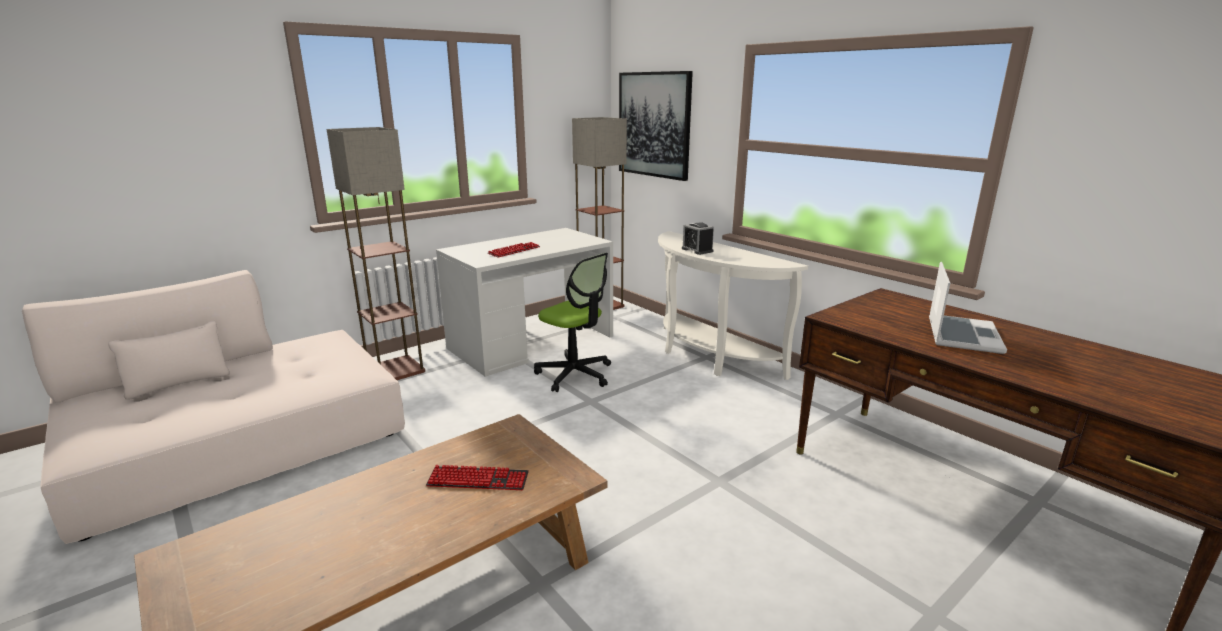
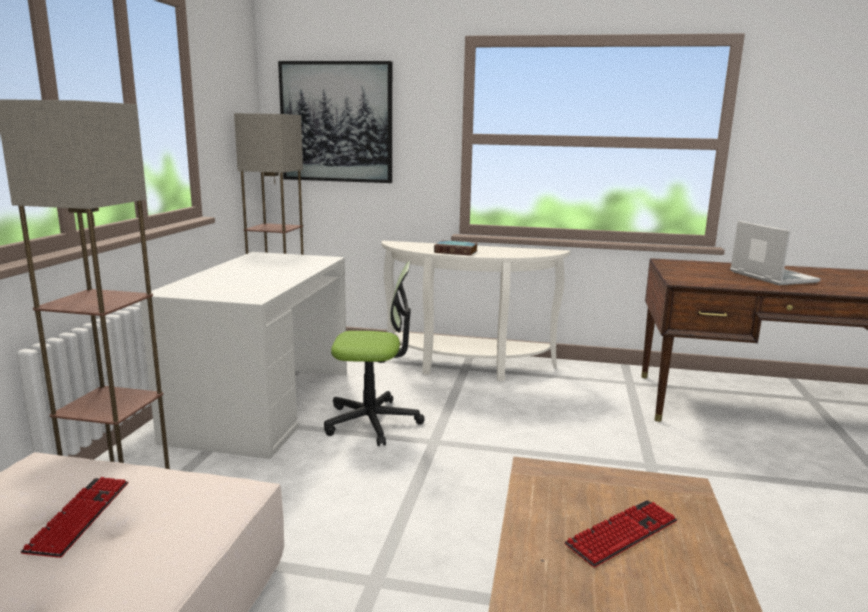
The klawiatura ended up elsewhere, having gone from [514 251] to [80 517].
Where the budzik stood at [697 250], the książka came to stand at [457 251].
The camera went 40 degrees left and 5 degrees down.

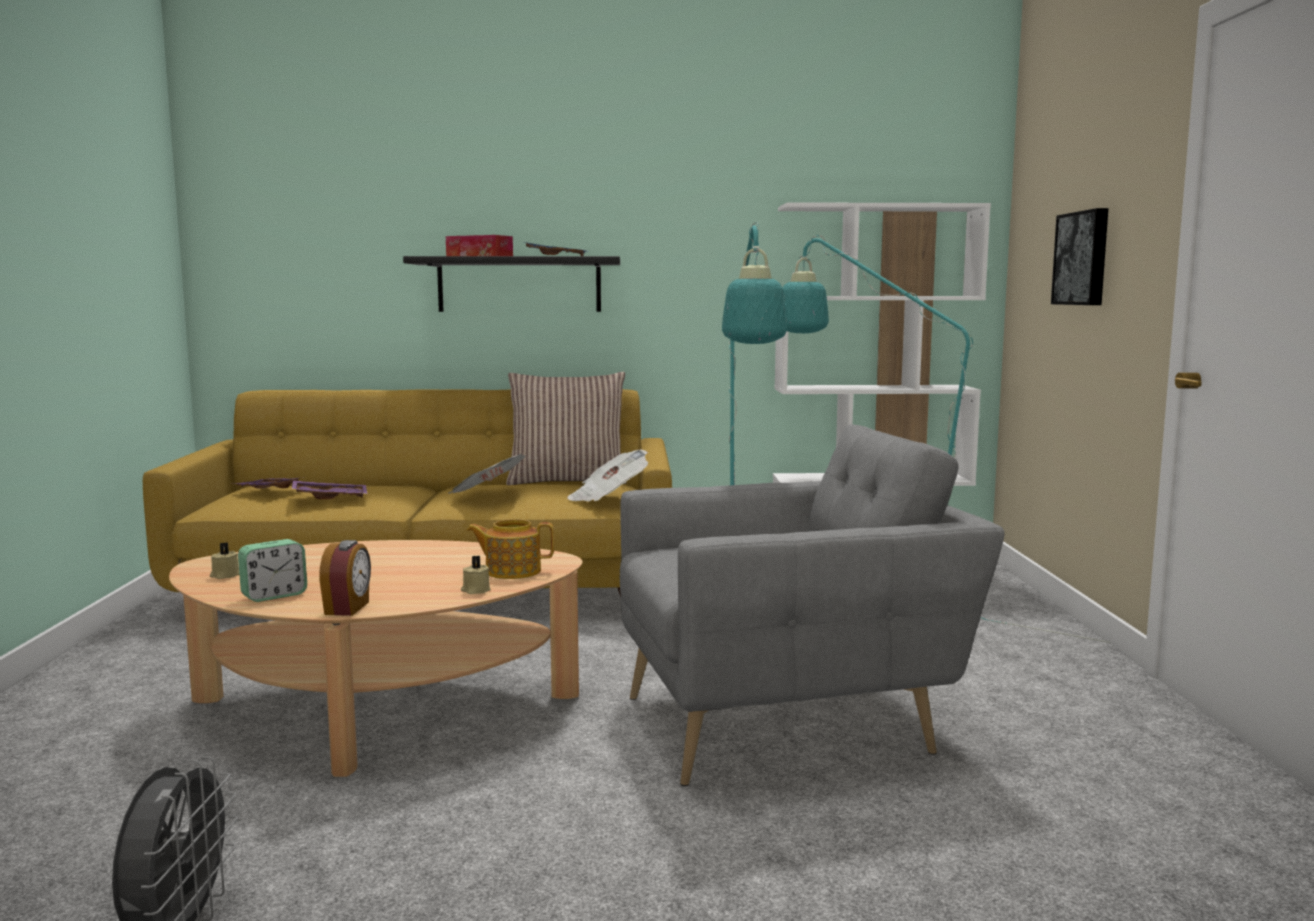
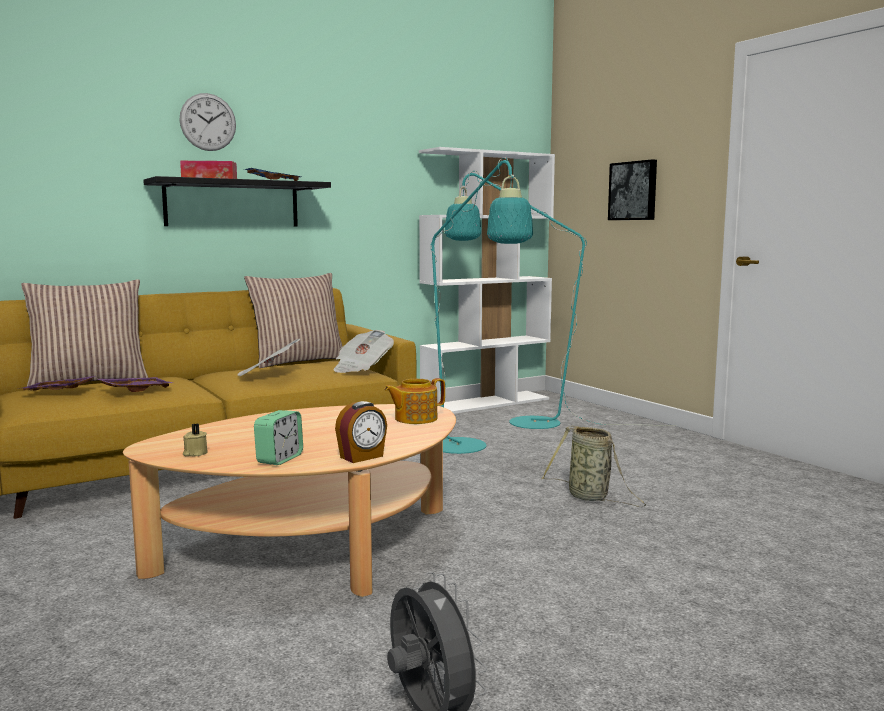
The second view gained the poduszka at [89 381].
The second view gained the zegar ścienny at [208 122].
The budzik at [348 608] ended up facing another way, 75 degrees clockwise from before.
Where the fotel [szary] stood at [789 722], the koszyk came to stand at [591 497].
The second view lost the świeca [beżowy] at [475 590].
The camera went 30 degrees left and 0 degrees up.

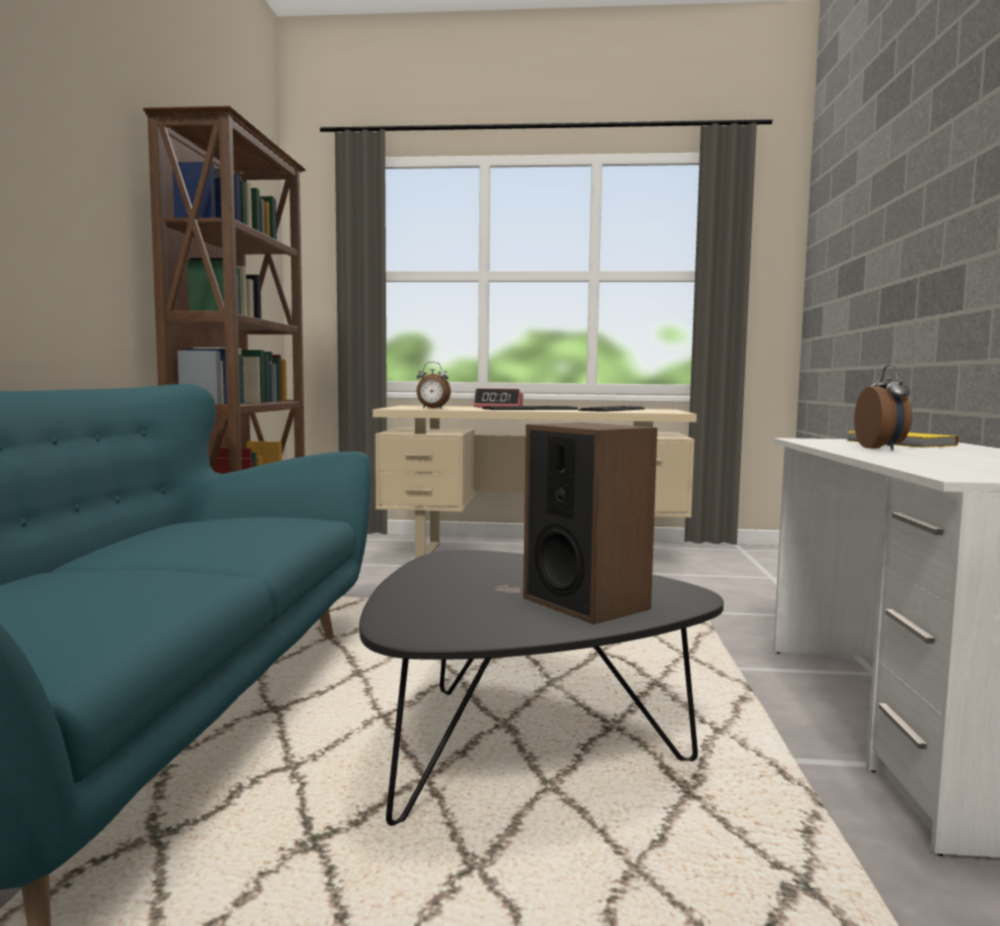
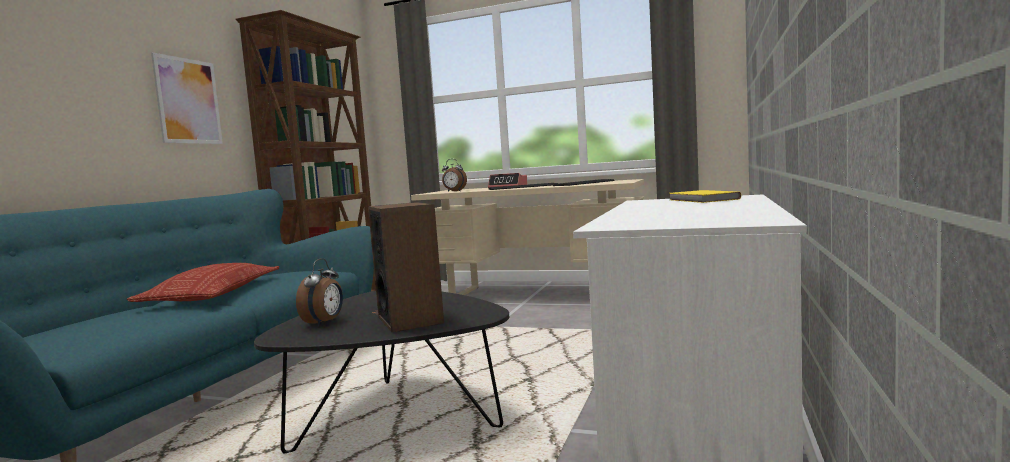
The second view gained the poduszka at [213 294].
The second view gained the obraz at [188 101].
The budzik ended up elsewhere, having gone from [882 448] to [324 323].
The camera went 15 degrees right and 0 degrees up.

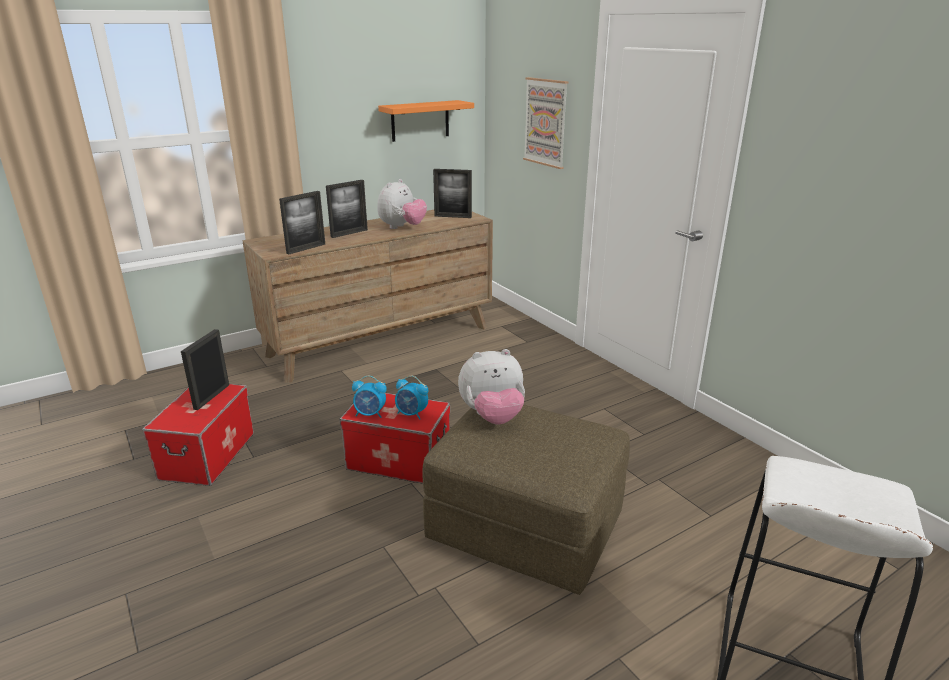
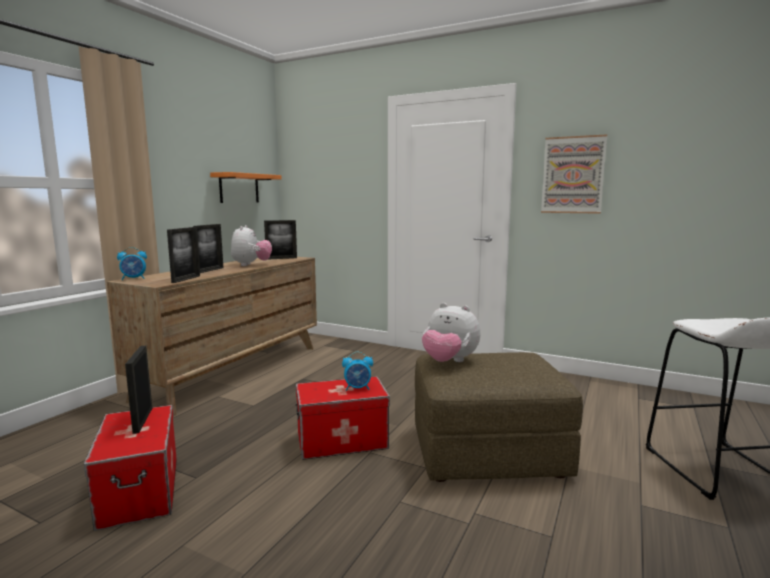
The budzik ended up elsewhere, having gone from [370 414] to [134 278].
The pluszak at [492 417] ended up facing another way, 75 degrees clockwise from before.
The obraz ended up elsewhere, having gone from [546 122] to [573 175].
The camera went 30 degrees left and 15 degrees down.

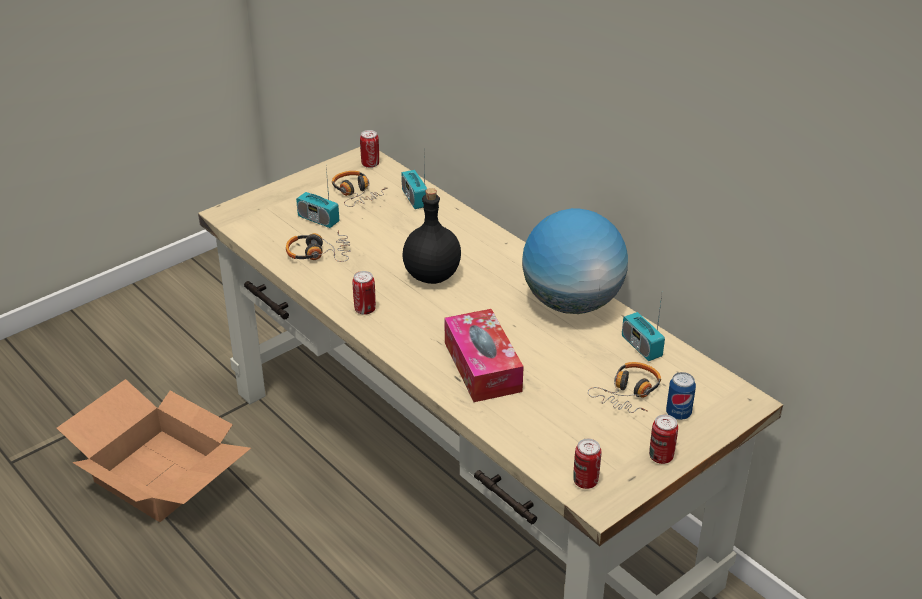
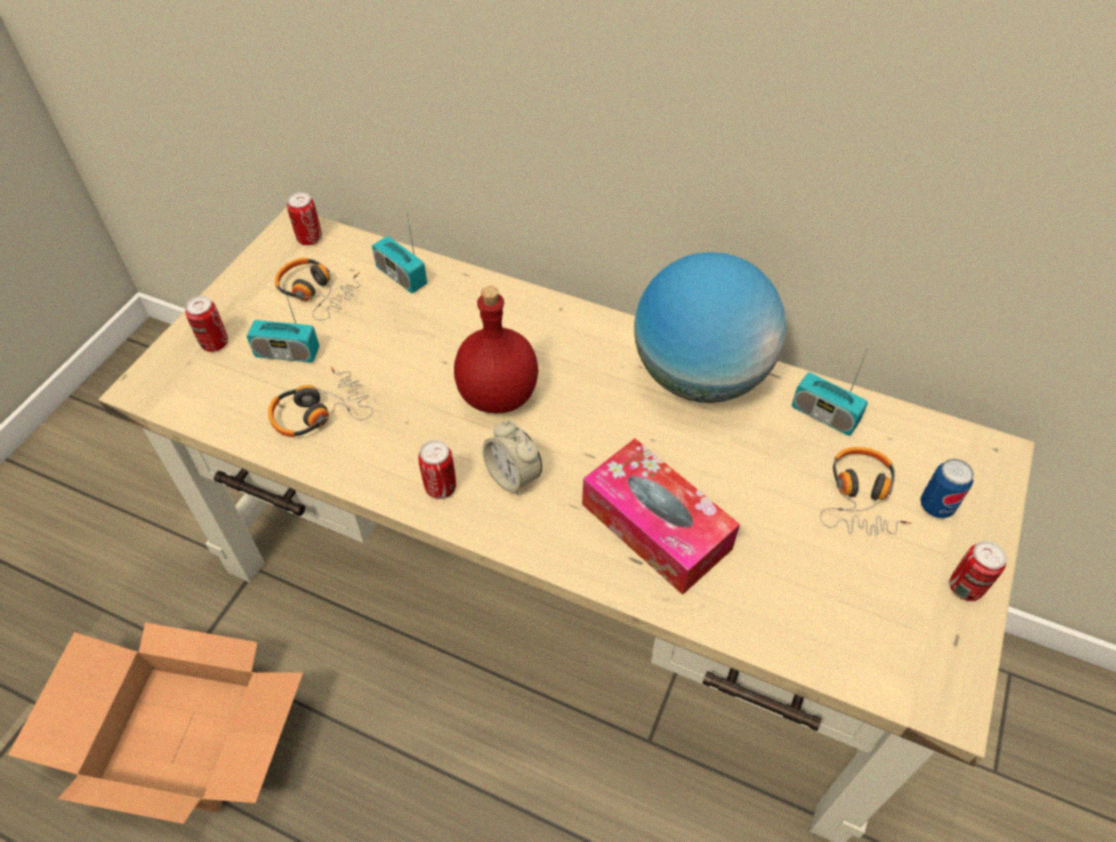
The puszka ended up elsewhere, having gone from [585 481] to [215 343].
What was the butelka [czarny] at [433 275] turned into the butelka [czerwony] at [498 394].
The second view gained the budzik at [513 476].
The camera went 25 degrees left and 15 degrees up.

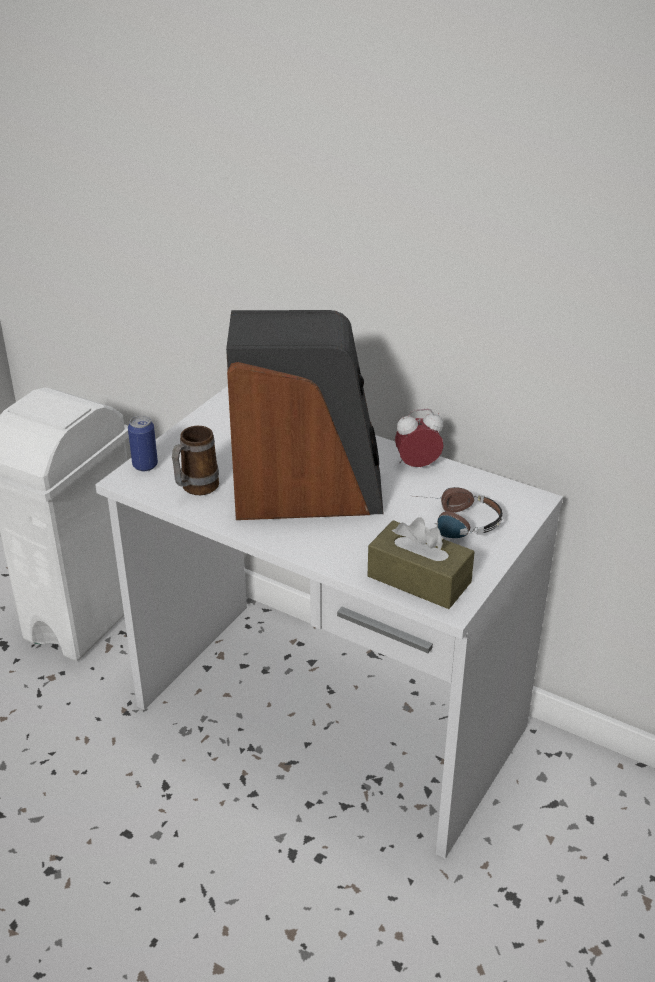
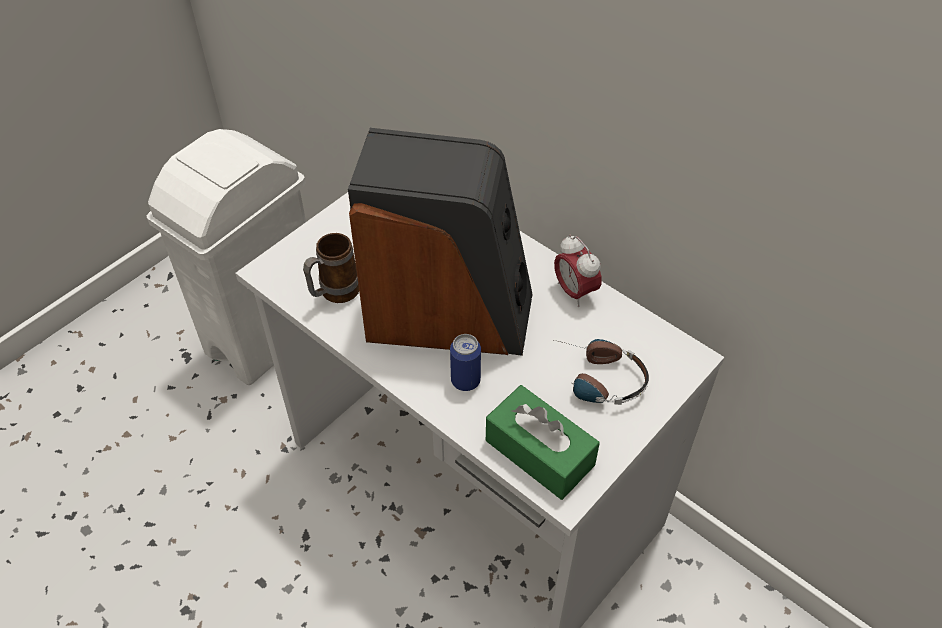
The puszka ended up elsewhere, having gone from [145 465] to [465 381].
What was the pudełko chusteczek [brązowy] at [419 579] turned into the pudełko chusteczek [zielony] at [539 452].
The budzik at [417 465] ended up facing another way, 120 degrees counterclockwise from before.
The camera went 10 degrees right and 15 degrees up.

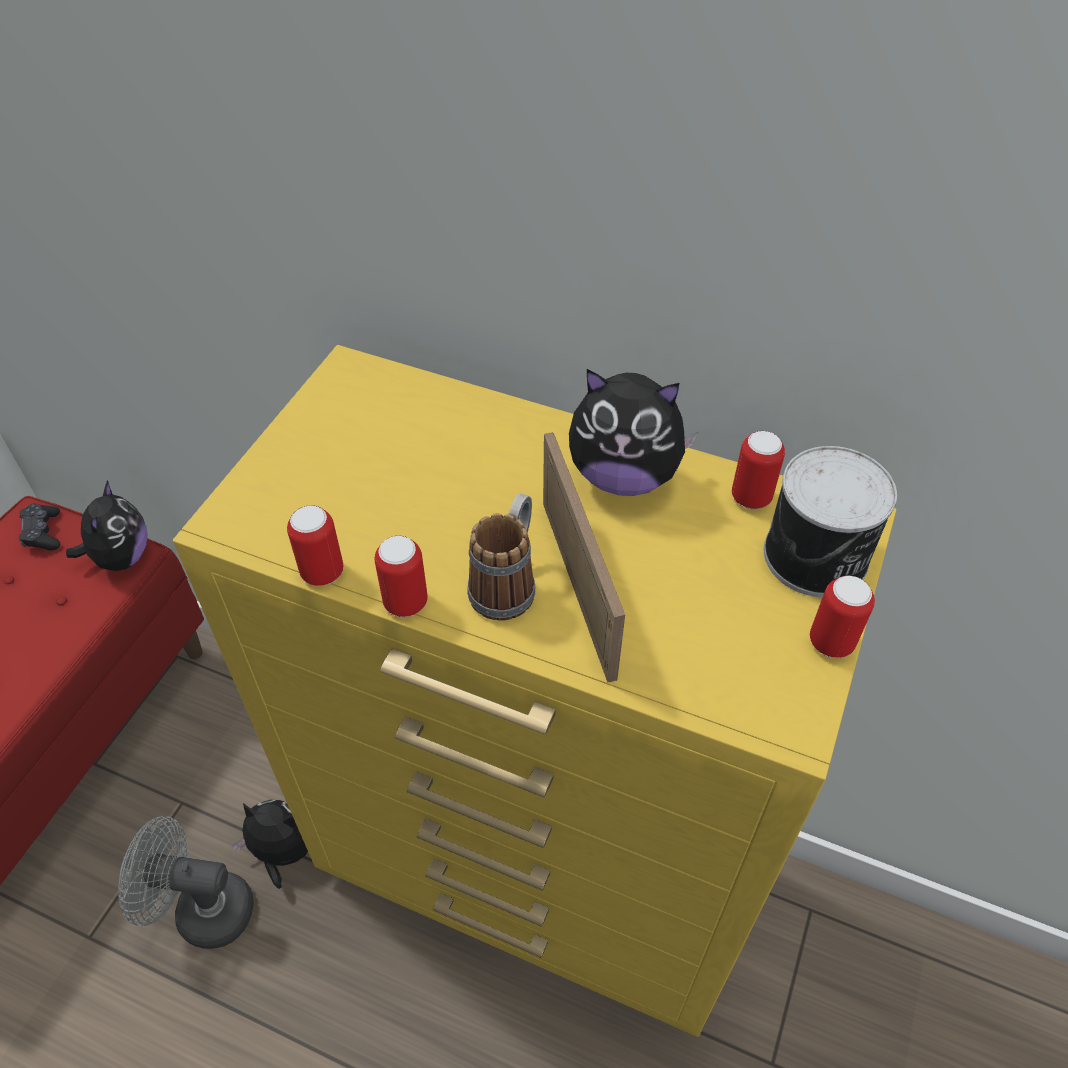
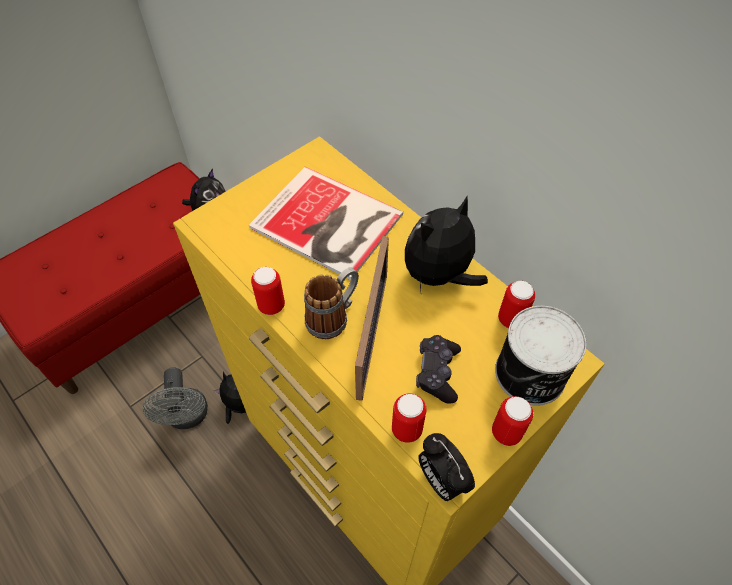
The wentylator [szary] at [202 910] ended up facing another way, 135 degrees counterclockwise from before.
The second view gained the książka at [328 224].
The puszka ended up elsewhere, having gone from [322 572] to [406 430].
The pluszak at [624 476] ended up facing another way, 105 degrees clockwise from before.
The pad do gier [czarny] ended up elsewhere, having gone from [43 533] to [437 372].
The second view gained the budzik at [441 479].
The camera went 25 degrees right and 5 degrees up.

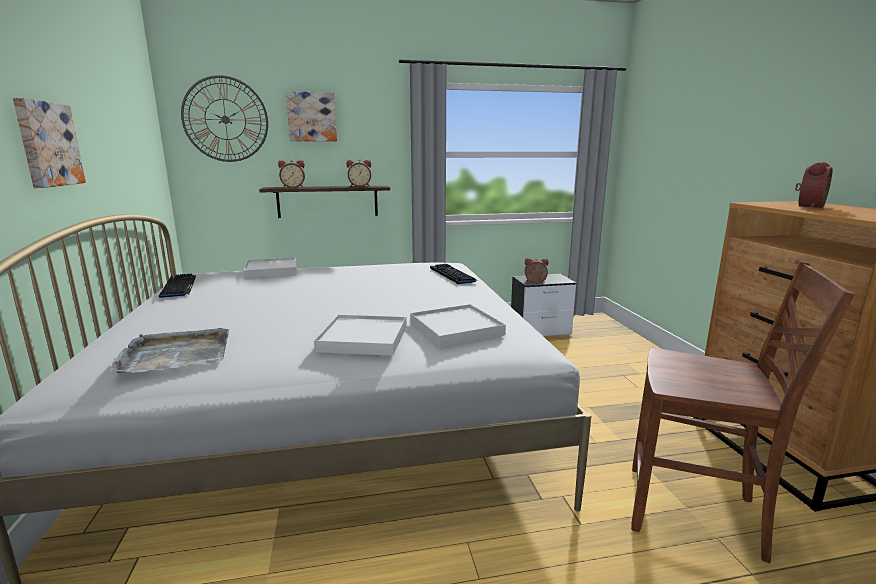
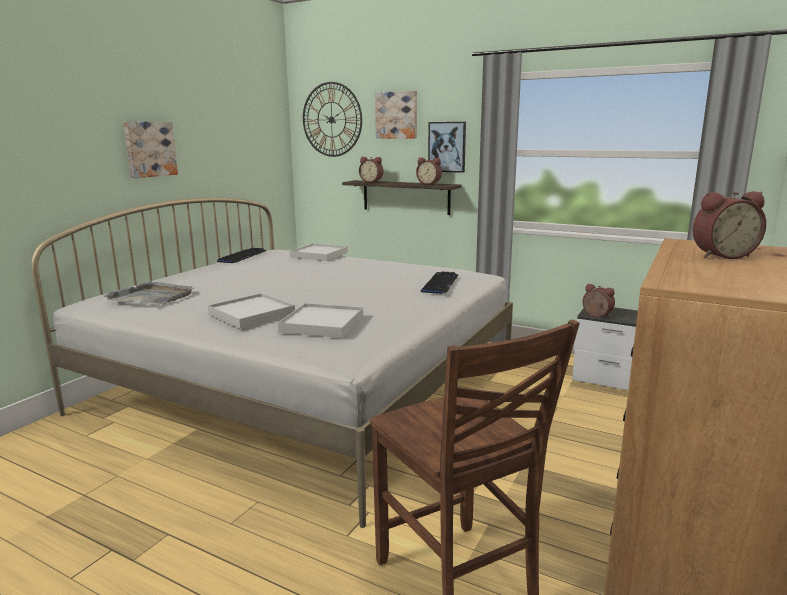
The second view gained the obraz at [447 147].
The camera went 40 degrees right and 0 degrees up.

